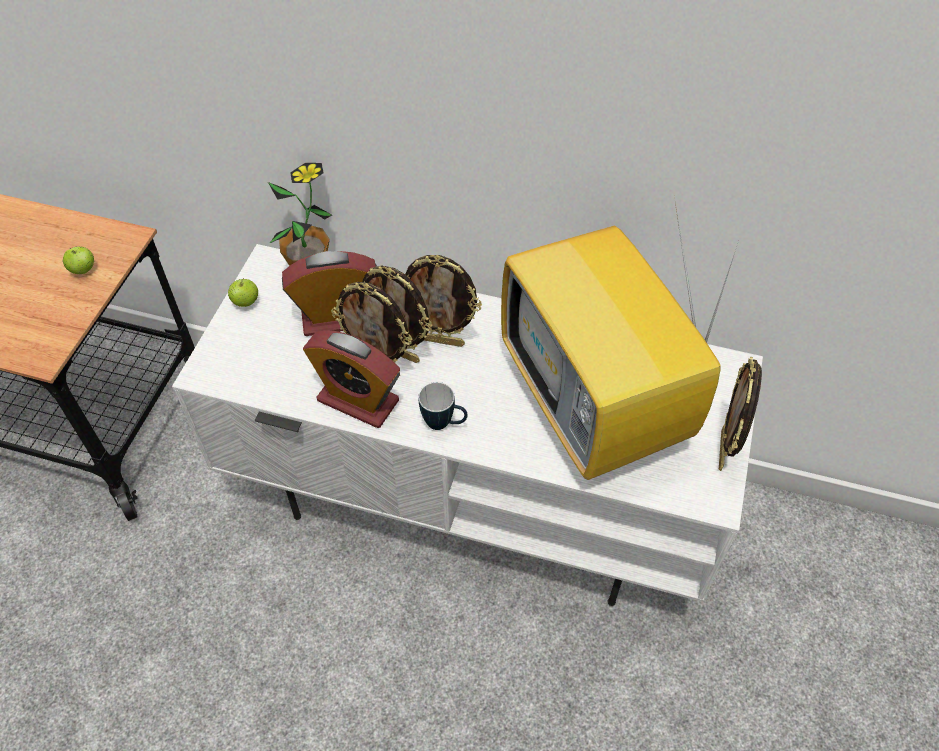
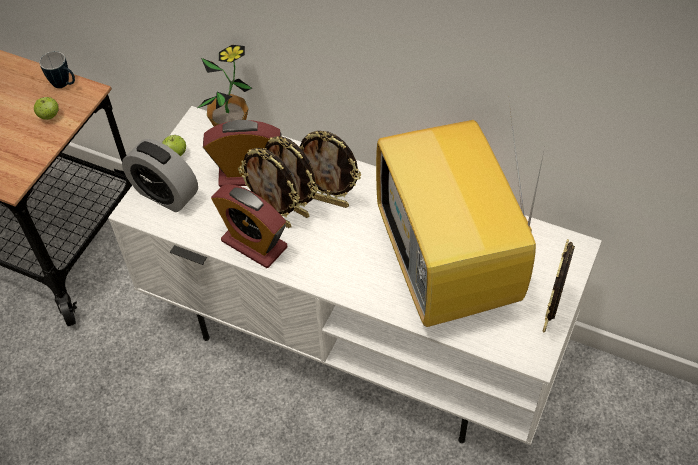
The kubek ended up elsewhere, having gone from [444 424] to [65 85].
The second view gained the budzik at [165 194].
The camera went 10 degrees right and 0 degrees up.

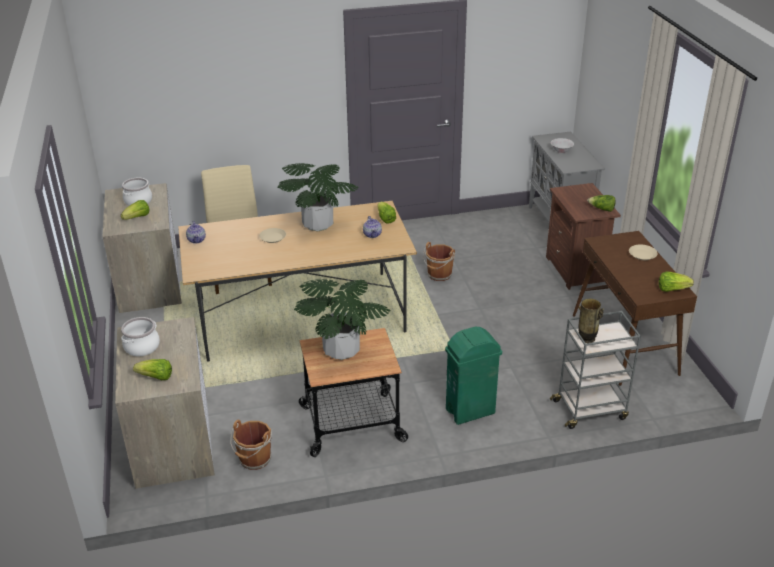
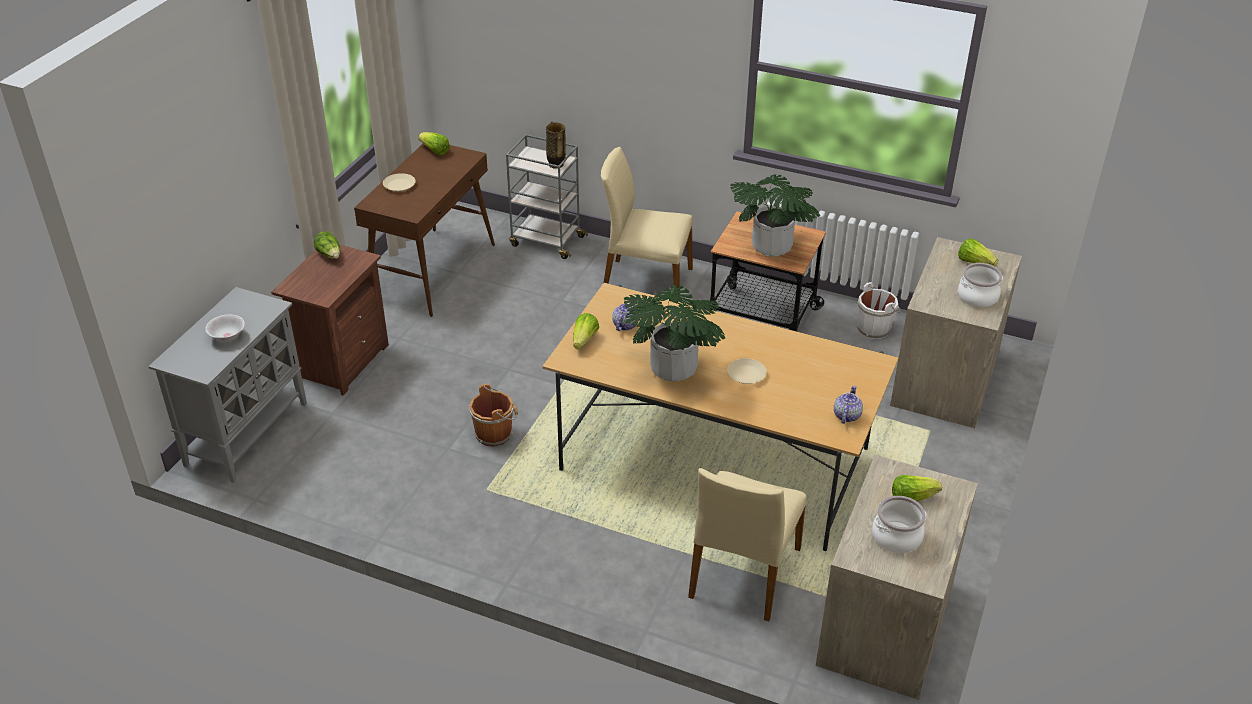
Where the kosz na śmieci [zielony] stood at [471 411], the krzesło [beżowy] came to stand at [646 282].
What was the wiadro [brązowy] at [254 460] turned into the wiadro [biały] at [875 328].
The camera went 145 degrees left and 5 degrees up.

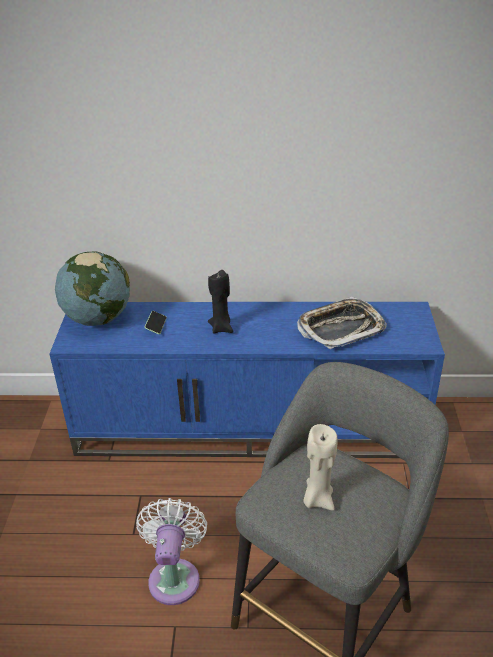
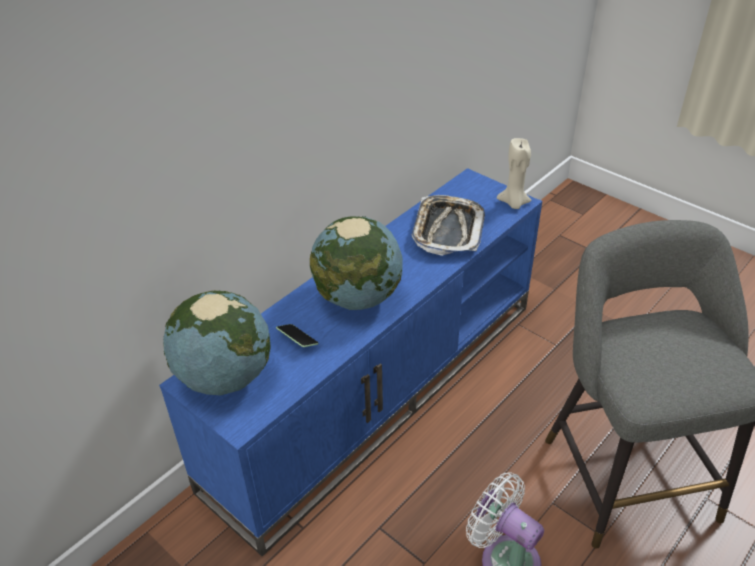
Where the świeca [czarny] stood at [221 328], the globus came to stand at [358 297].
The świeca [beżowy] ended up elsewhere, having gone from [317 499] to [513 203].
The camera went 50 degrees left and 5 degrees up.

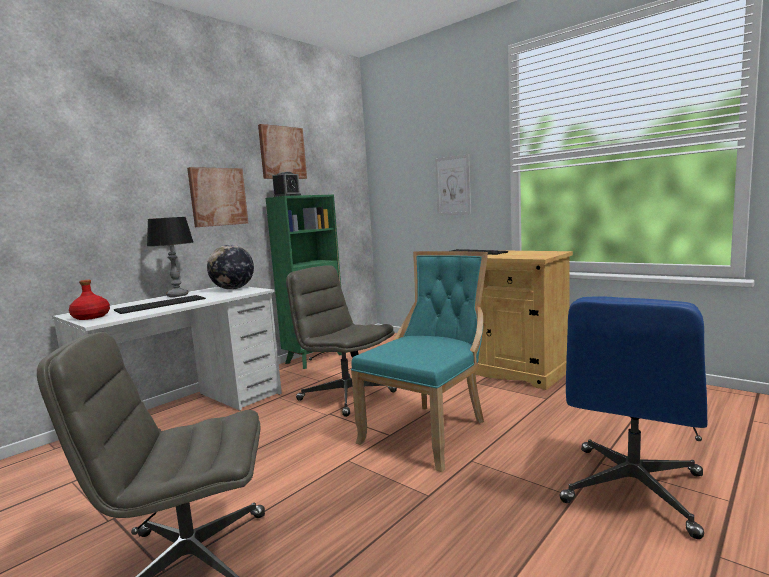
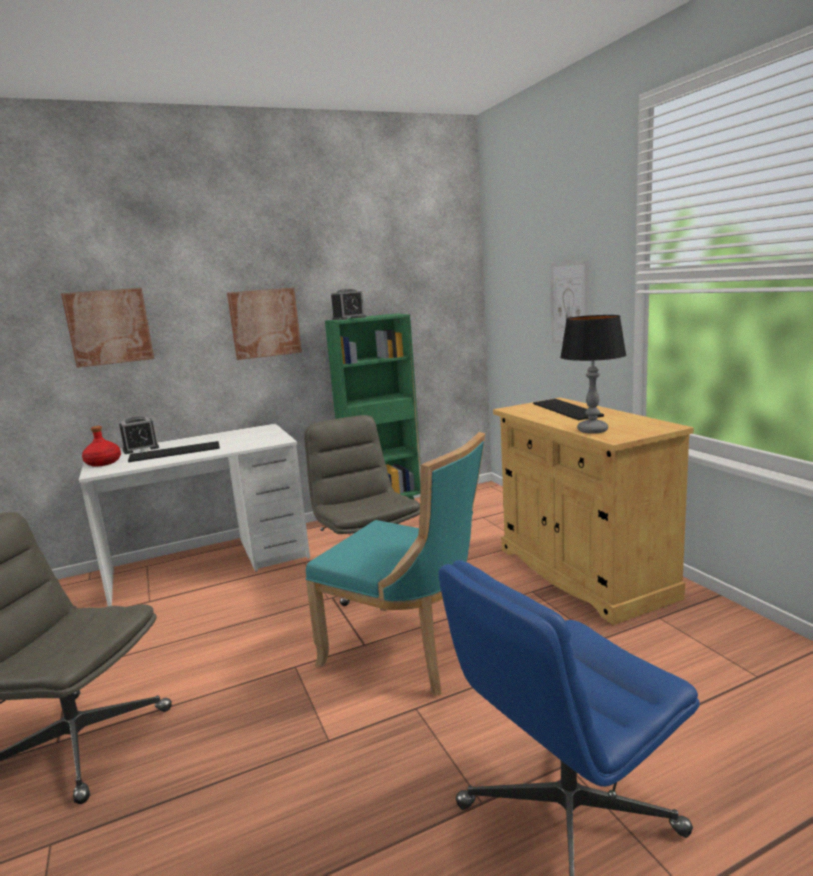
The obraz ended up elsewhere, having gone from [282 153] to [109 327].
The second view gained the budzik at [140 449].
The krzesło [turkusowy] at [429 431] ended up facing another way, 60 degrees clockwise from before.
The lampa stołowa ended up elsewhere, having gone from [177 295] to [592 430].
The second view lost the globus at [233 289].
The camera went 25 degrees right and 5 degrees up.

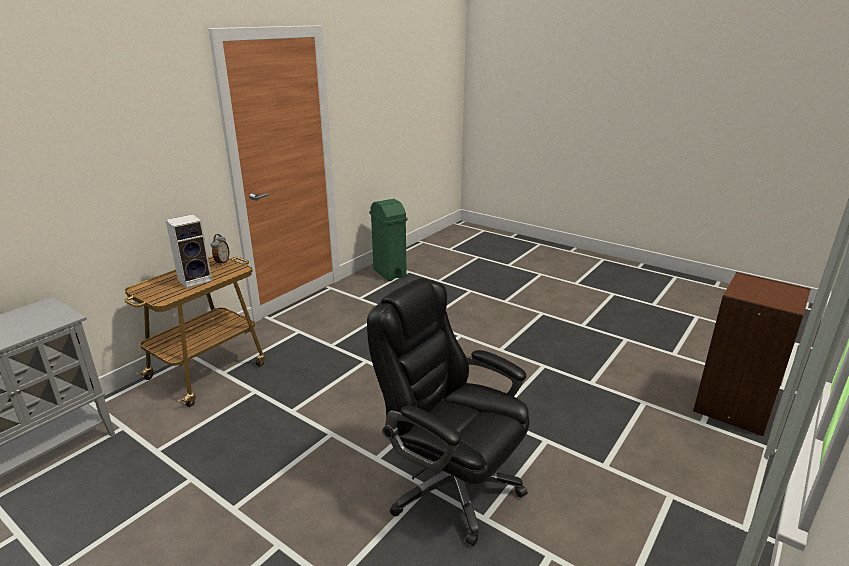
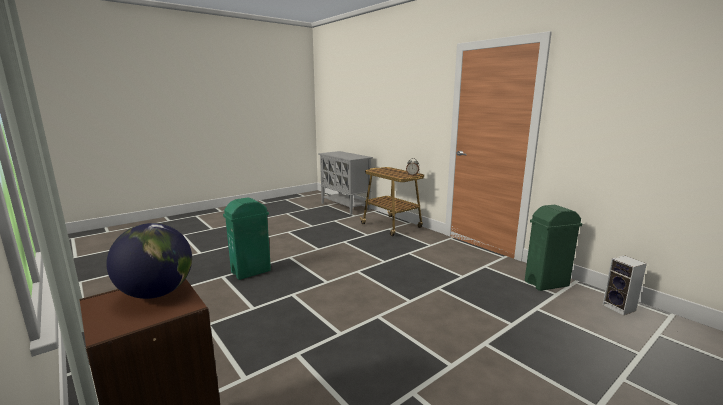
The second view gained the globus at [157 293].
Where the krzesło biurowe [czarny] stood at [451 486], the kosz na śmieci [zielony] came to stand at [251 271].
The głośnik ended up elsewhere, having gone from [196 279] to [620 308].
The camera went 105 degrees right and 10 degrees down.

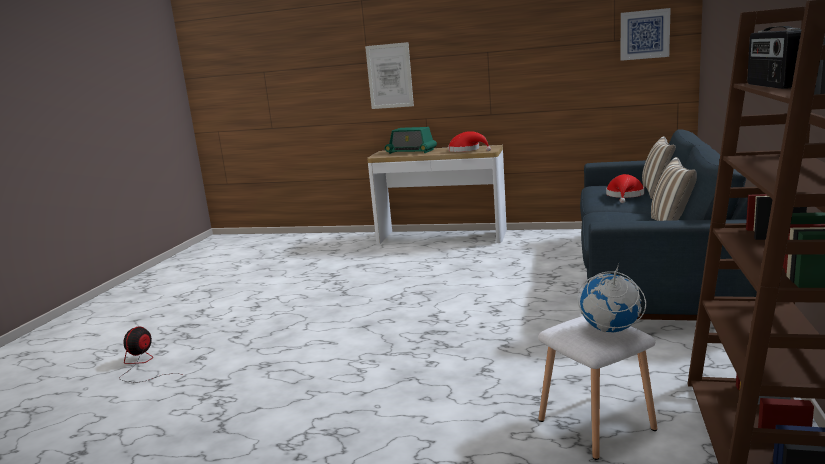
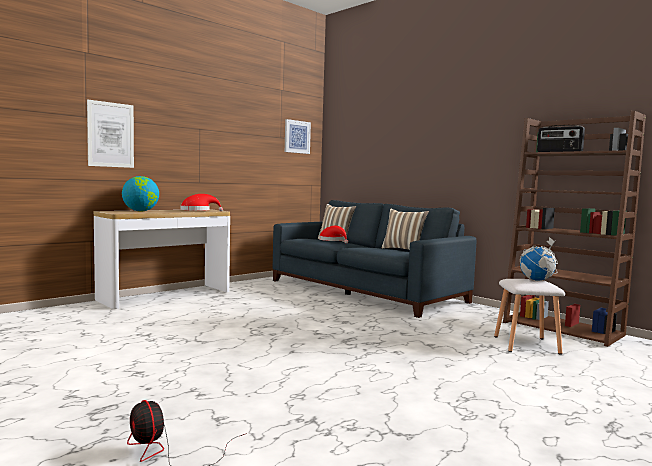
Where the radio stood at [411 151], the globus came to stand at [141 211].
The camera went 60 degrees left and 10 degrees down.

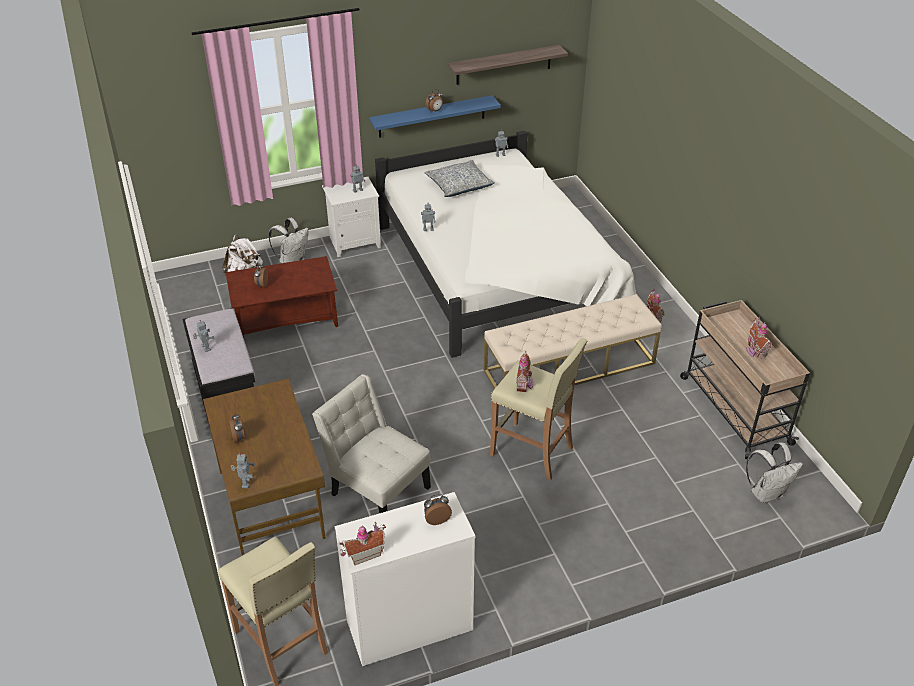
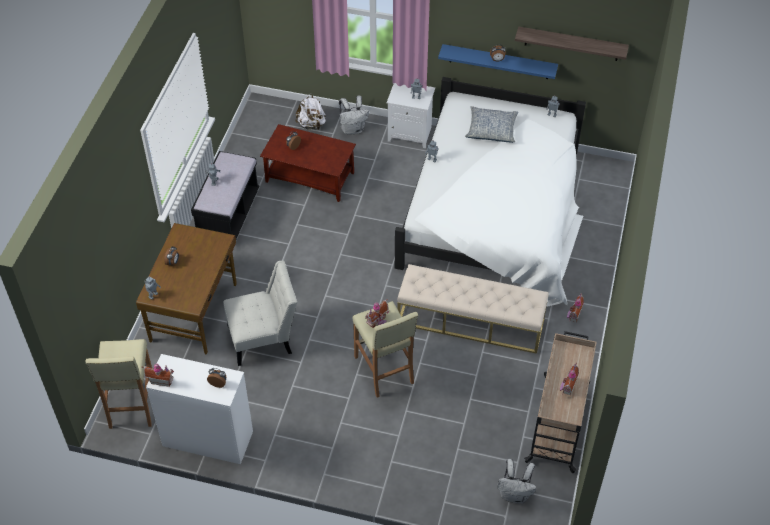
The krzesło [biały] at [377 488] ended up facing another way, 90 degrees clockwise from before.
The camera went 35 degrees right and 10 degrees up.

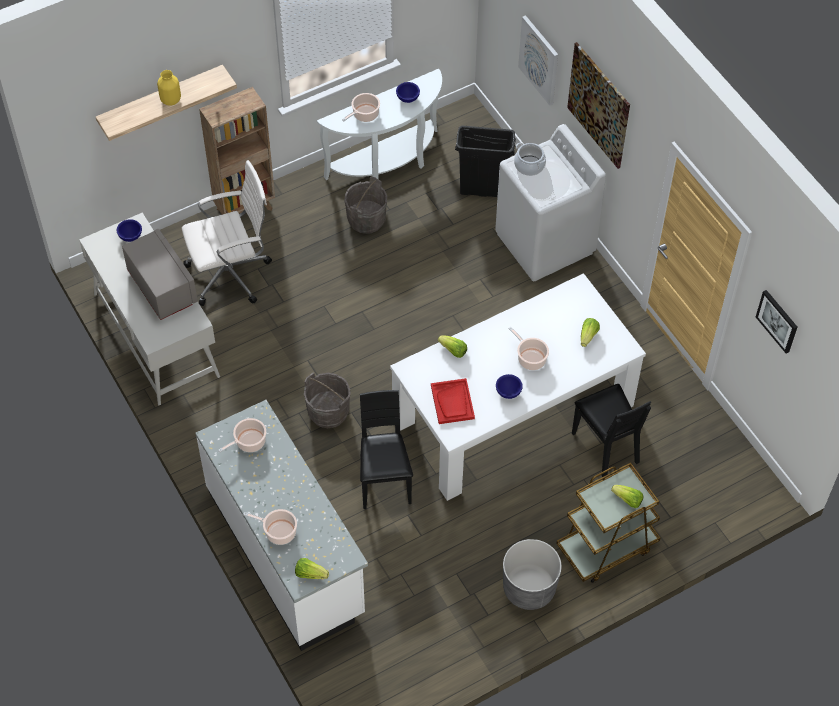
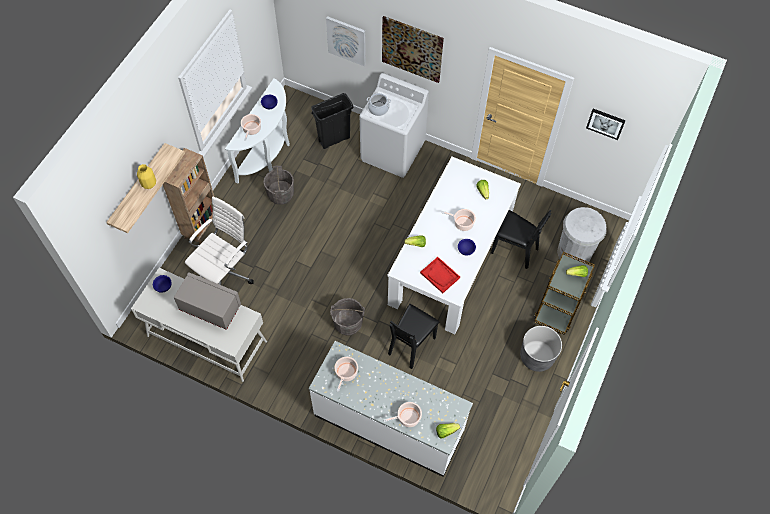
The krzesło [czarny] at [384 481] ended up facing another way, 105 degrees counterclockwise from before.
The second view gained the kosz na śmieci [biały] at [574 252].
The camera went 35 degrees left and 5 degrees up.

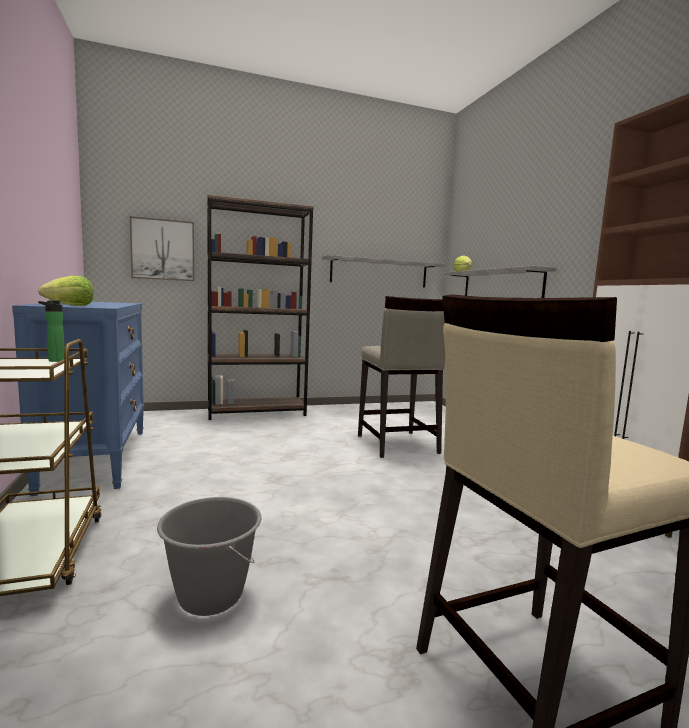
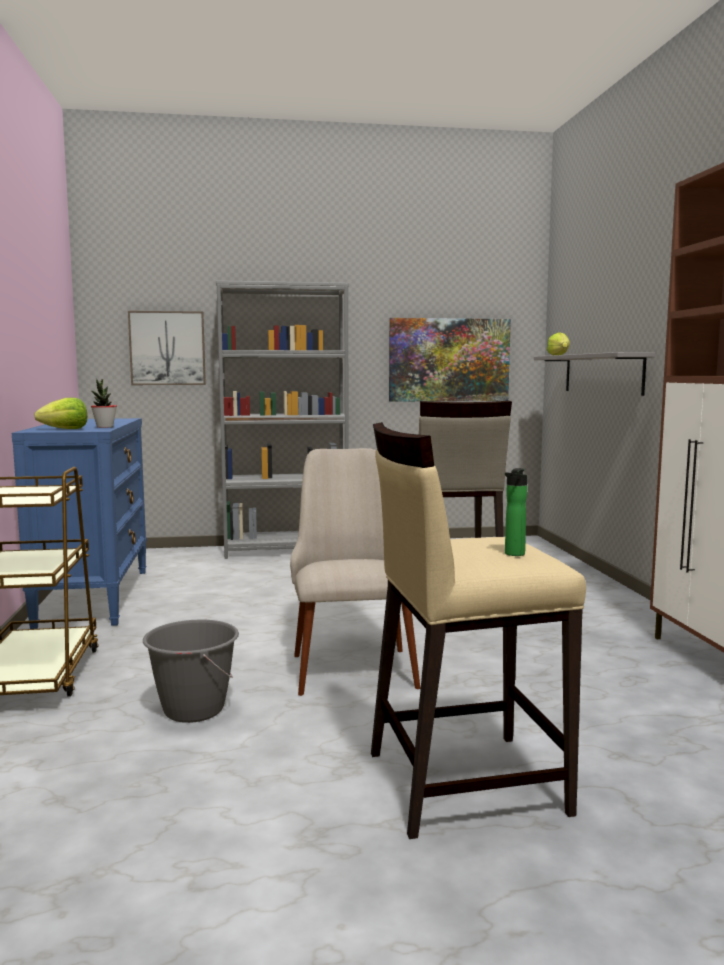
The second view gained the roślina doniczkowa at [104 427].
What was the regał [brązowy] at [257 412] turned into the regał [szary] at [286 550].
The second view gained the krzesło [beżowy] at [351 661].
Where the półka [szary] hung at [379 273], the obraz came to hang at [449 360].
The butelka ended up elsewhere, having gone from [54 361] to [513 554].
The camera went 10 degrees right and 0 degrees up.

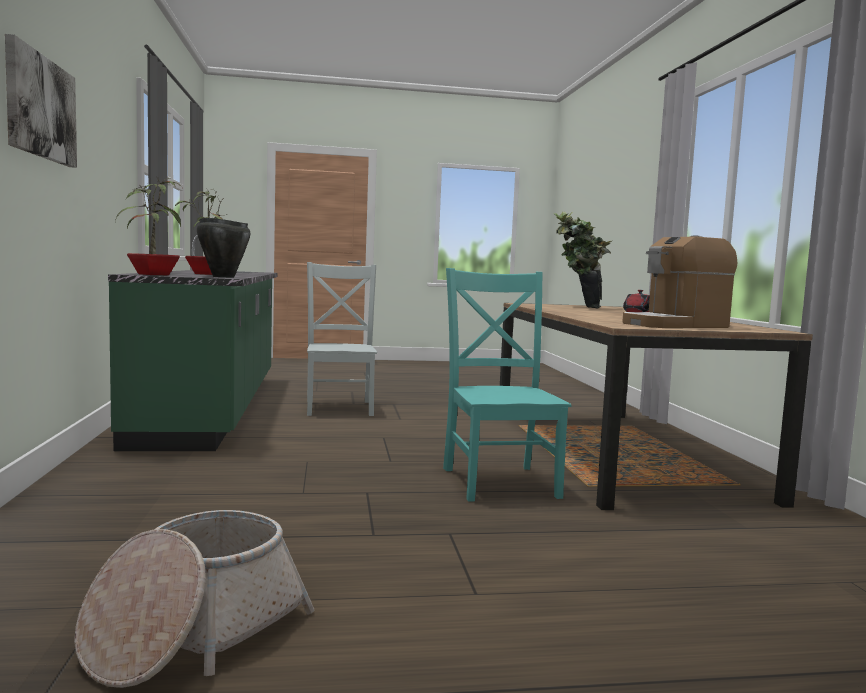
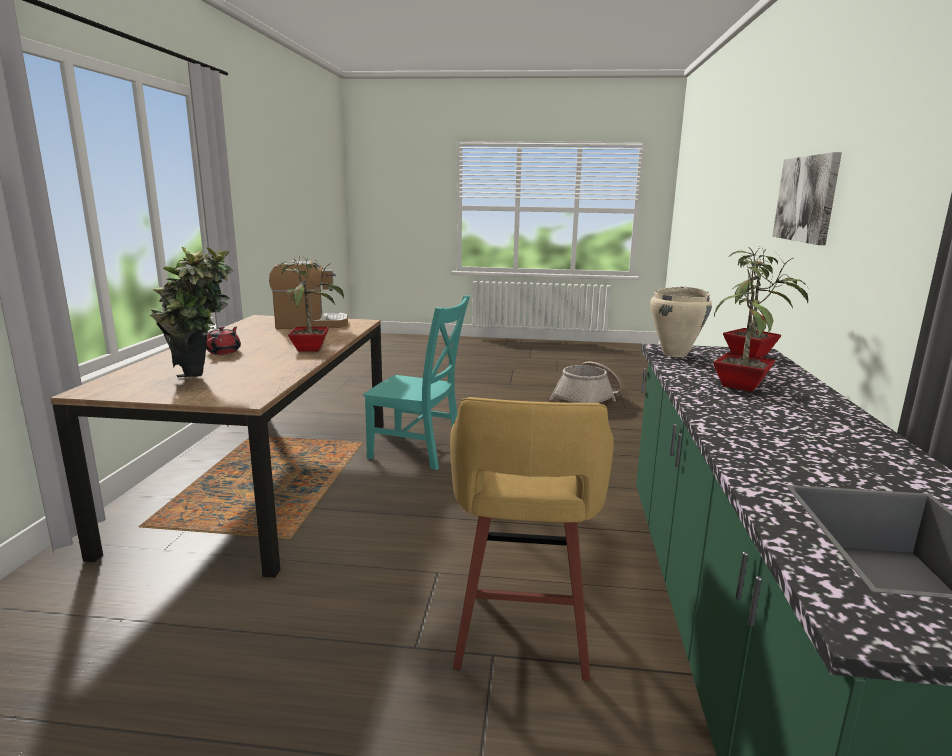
The second view gained the roślina doniczkowa at [310 348].
The krzesło [turkusowy] at [499 481] ended up facing another way, 75 degrees counterclockwise from before.
Where the krzesło [szary] stood at [340 407], the stołek [żółty] came to stand at [521 633].
What was the garnek [czarny] at [223 277] turned into the garnek [beżowy] at [675 354].
The camera went 165 degrees left and 10 degrees up.

